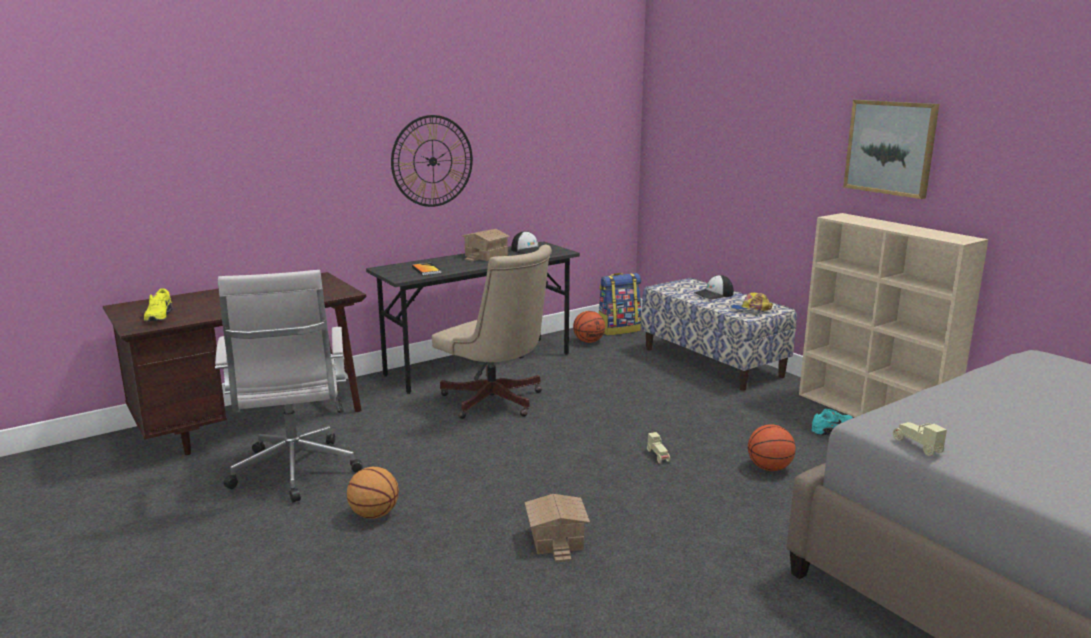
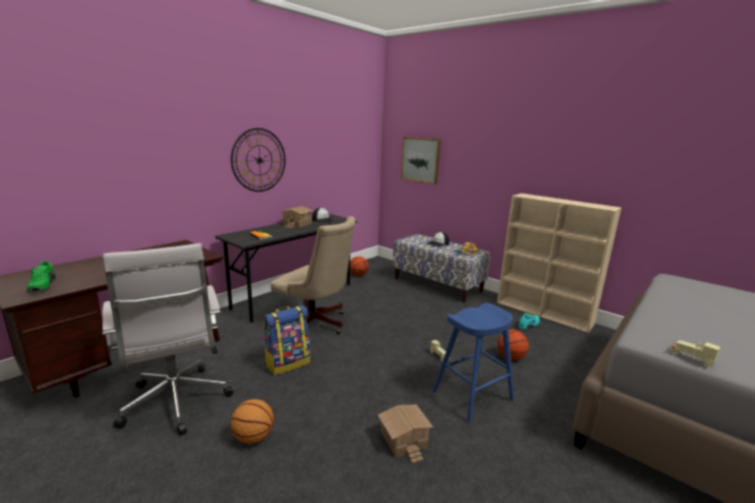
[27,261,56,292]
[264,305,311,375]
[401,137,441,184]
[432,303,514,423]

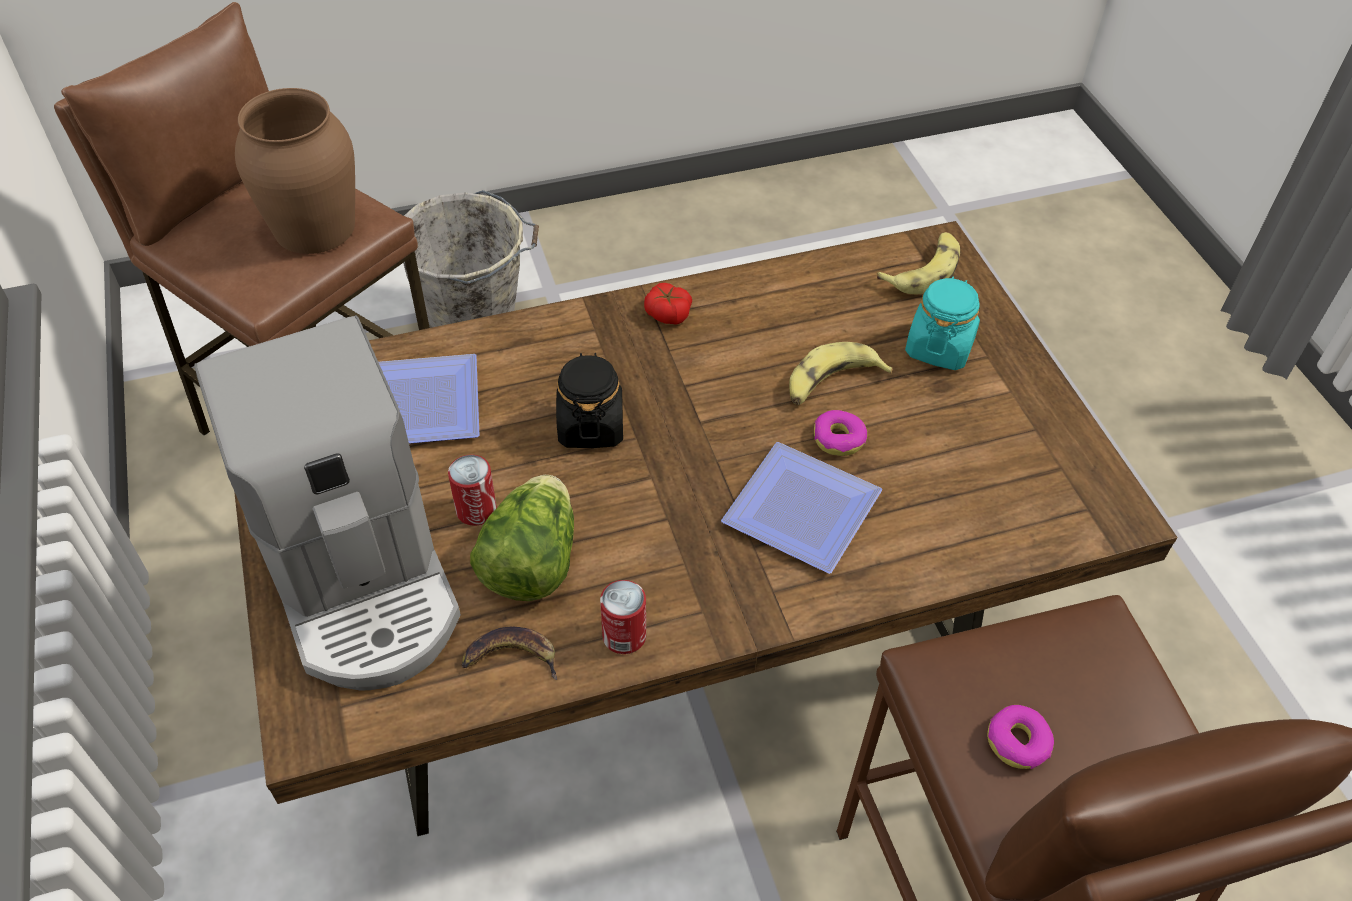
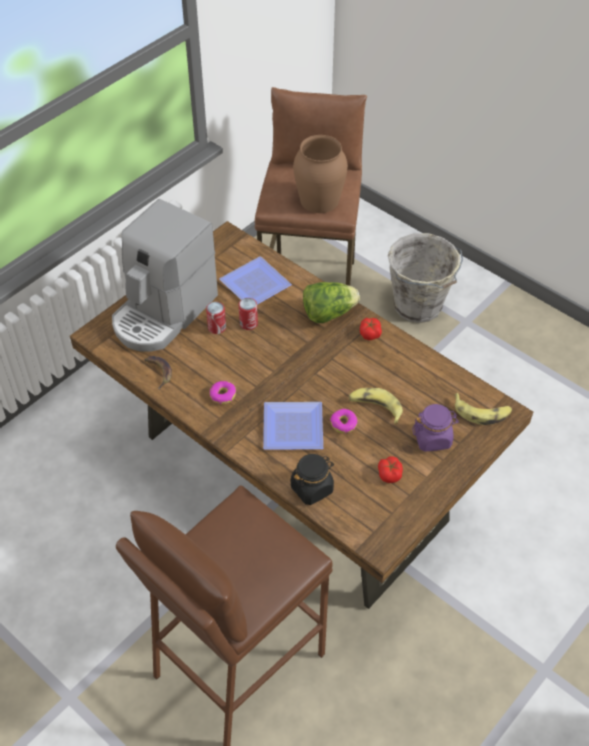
[303,282,360,323]
[291,454,334,505]
[239,298,258,330]
[412,404,459,452]
[210,381,236,404]
[378,457,403,483]

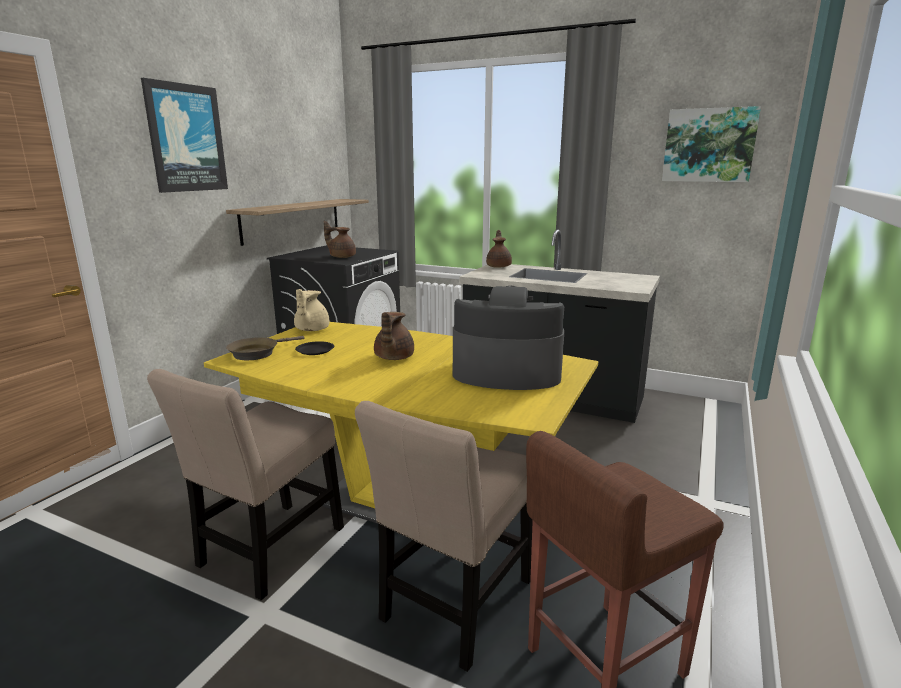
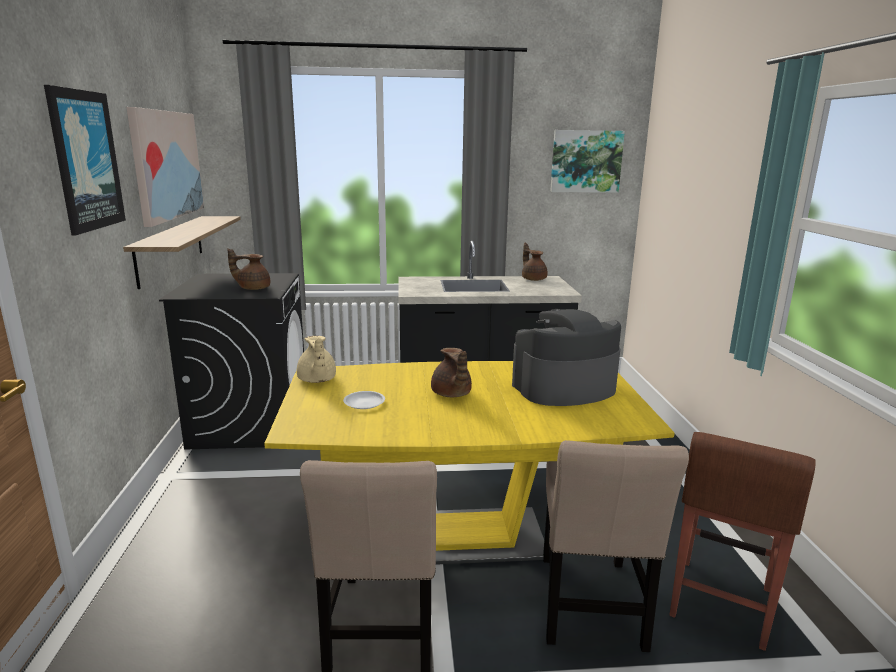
[226,336,304,360] (first image)
[343,391,385,409]
[522,243,548,281]
[126,107,204,227]

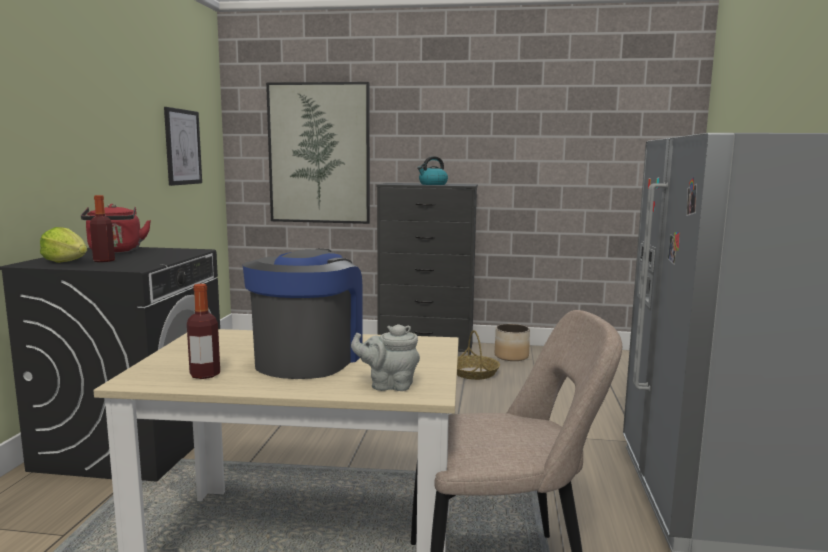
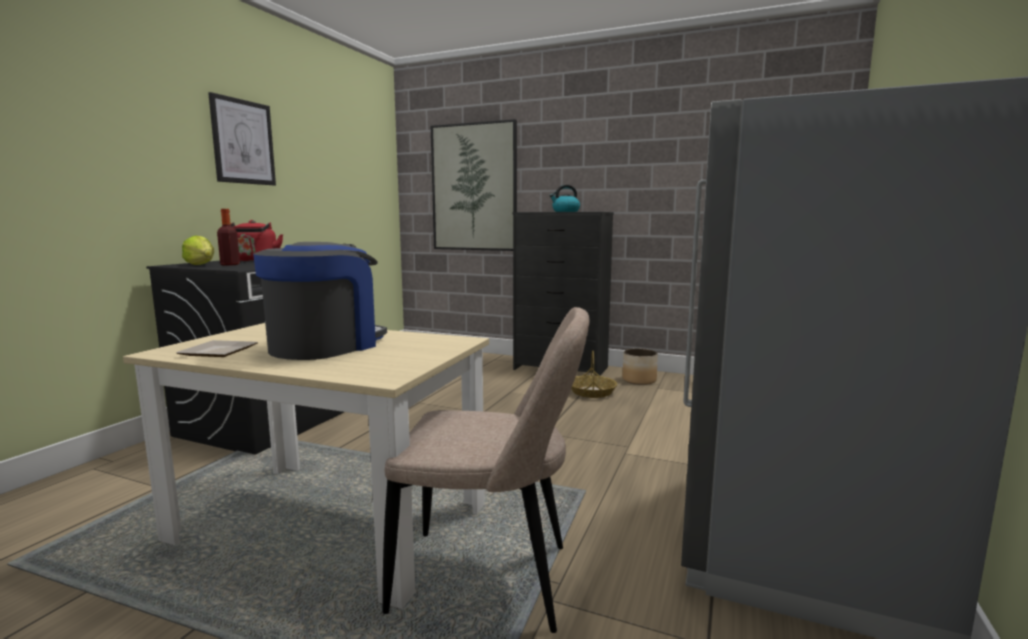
[208,92,276,185]
[176,340,258,357]
[351,324,420,391] (first image)

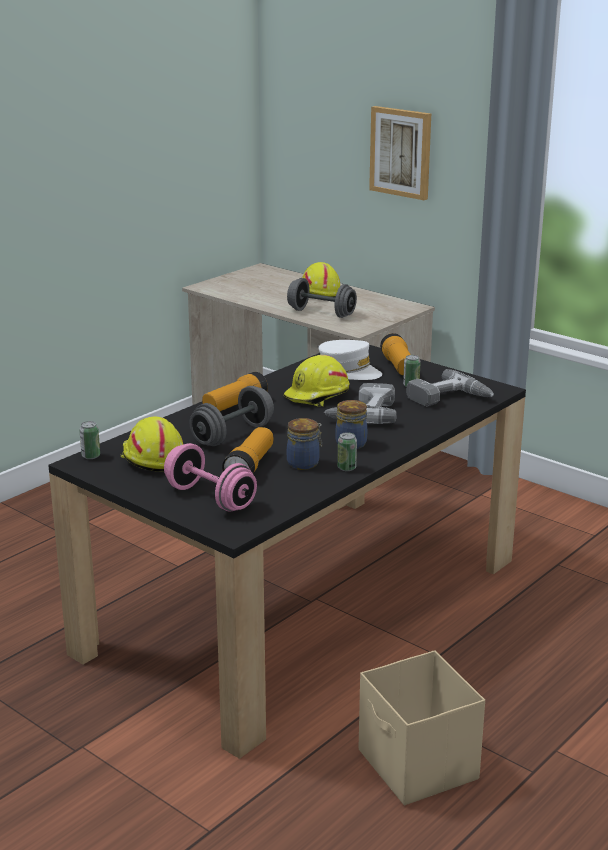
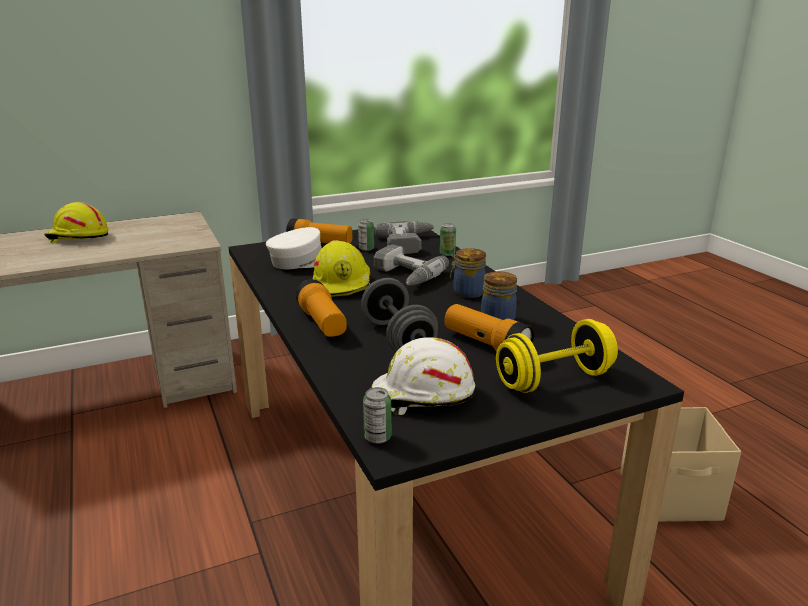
[370,337,475,415]
[496,319,618,393]
[287,278,357,318] (first image)
[440,223,456,256]
[369,106,431,200] (first image)

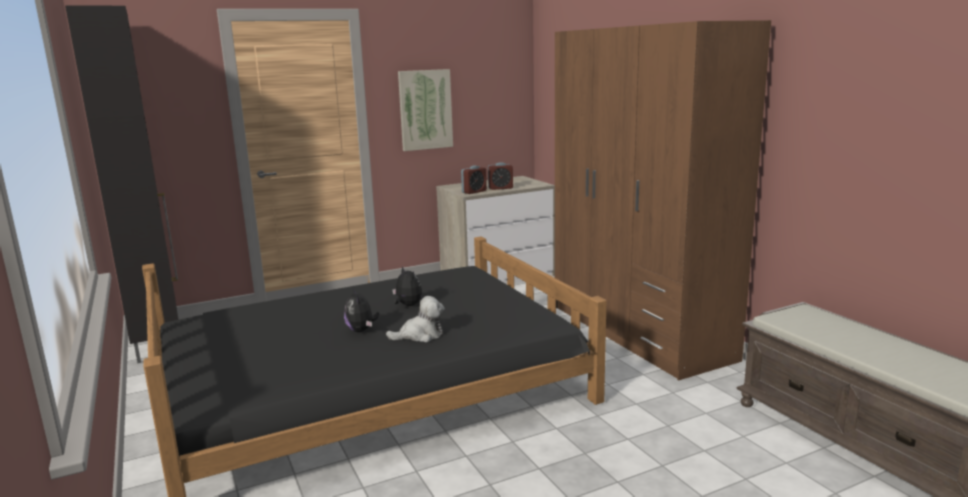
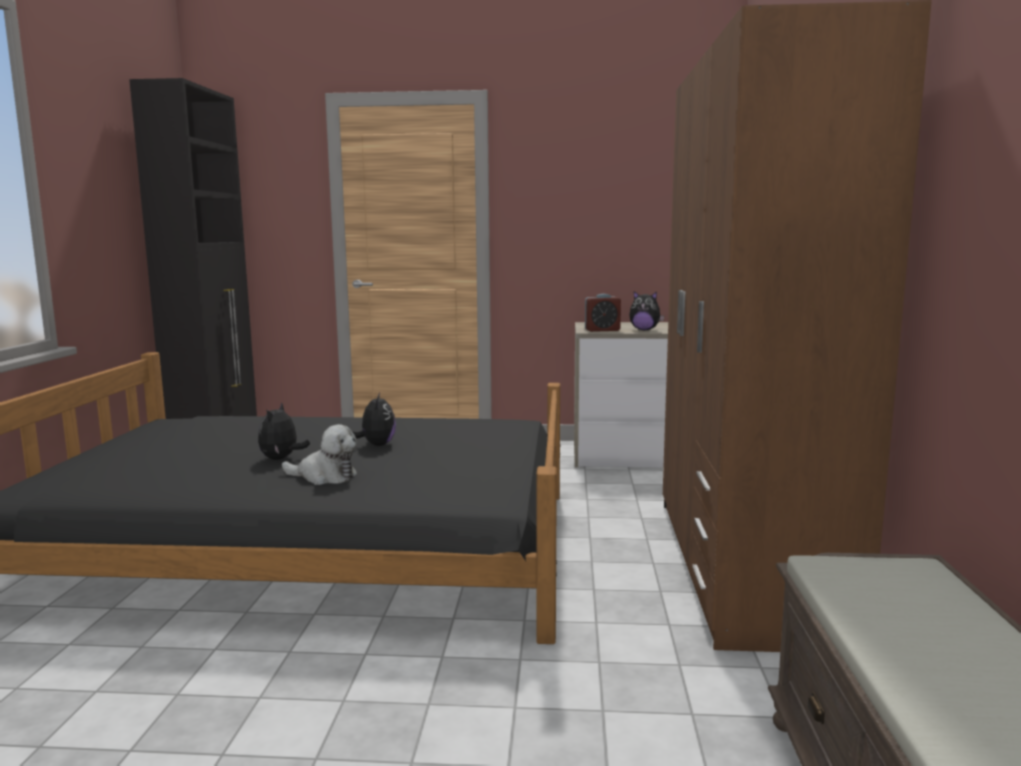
[398,69,453,151] (first image)
[629,291,664,331]

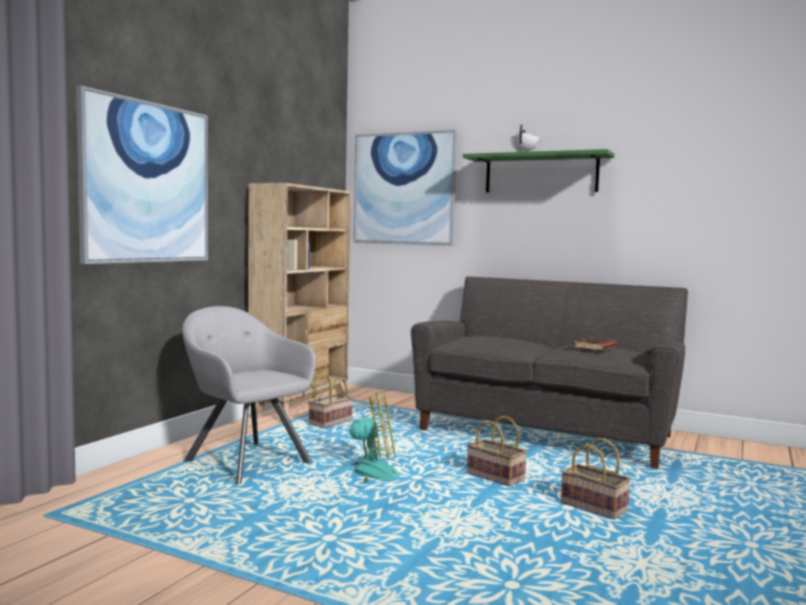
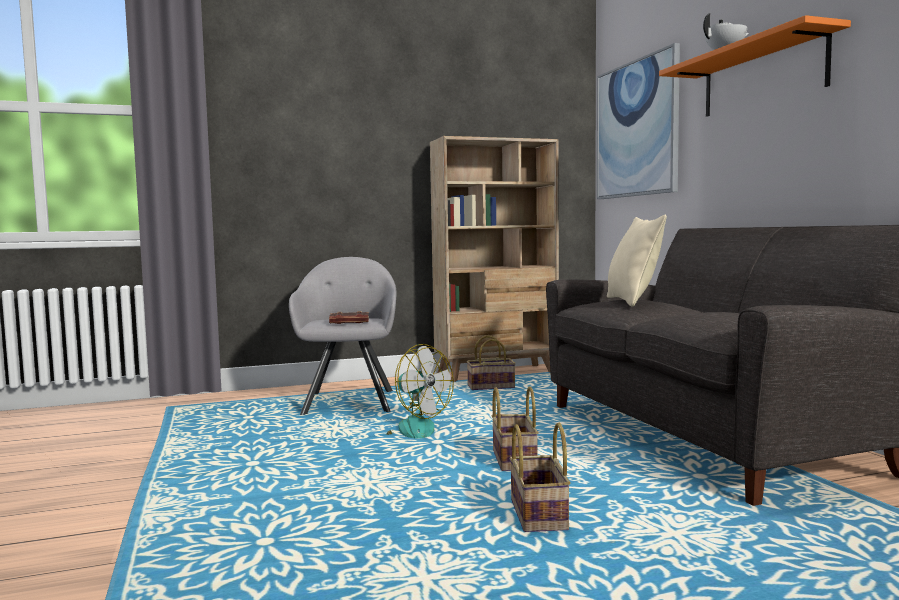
[76,86,208,264] (first image)
[659,15,851,117]
[329,311,369,324]
[607,215,667,307]

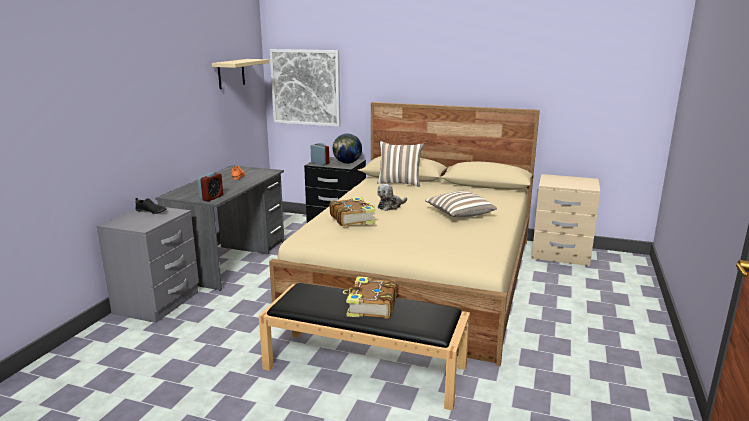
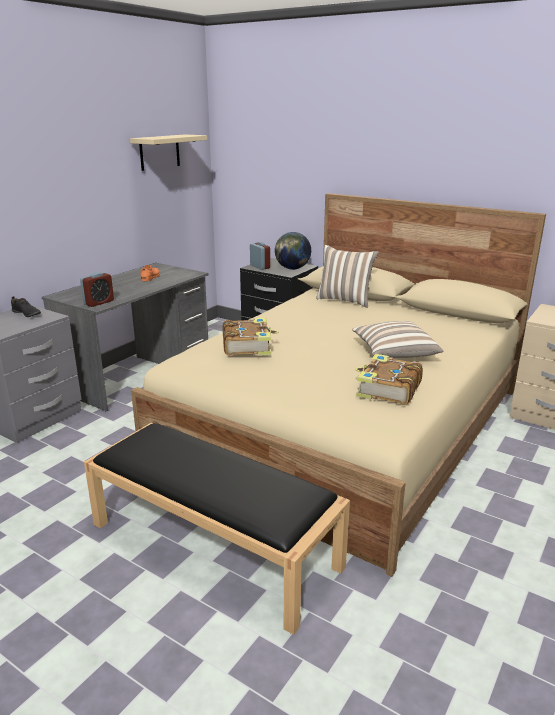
[269,49,341,127] (first image)
[355,354,423,405]
[377,184,407,211] (first image)

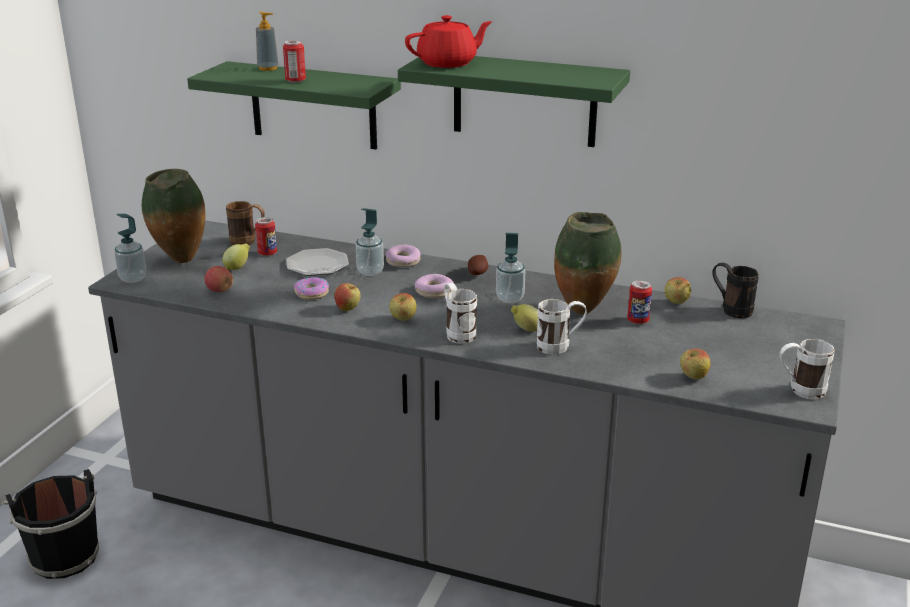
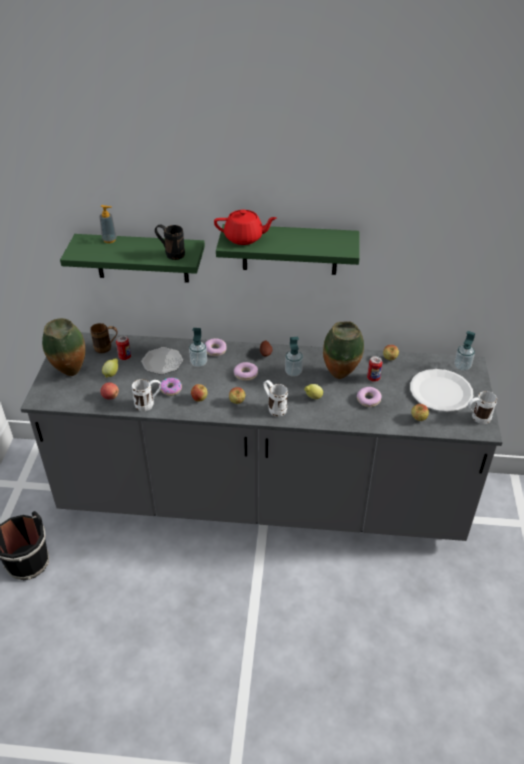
[454,331,475,371]
[283,40,306,83] (first image)
[214,210,277,245]
[132,379,161,412]
[155,224,185,260]
[357,387,382,407]
[410,369,473,412]

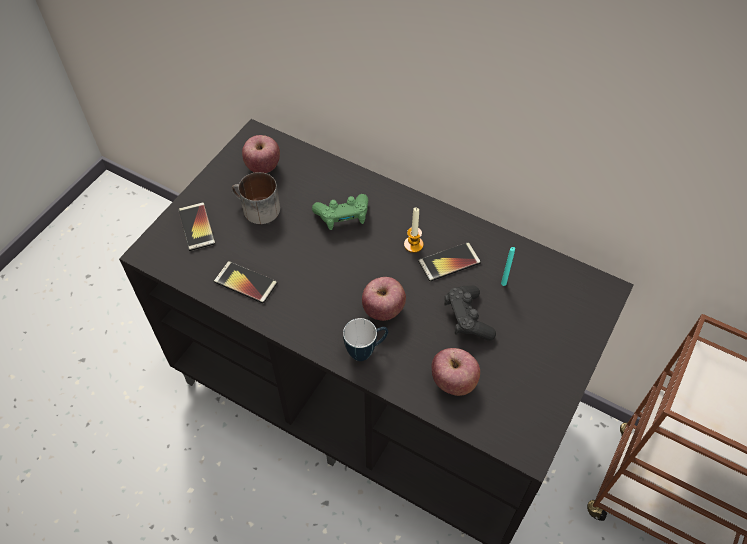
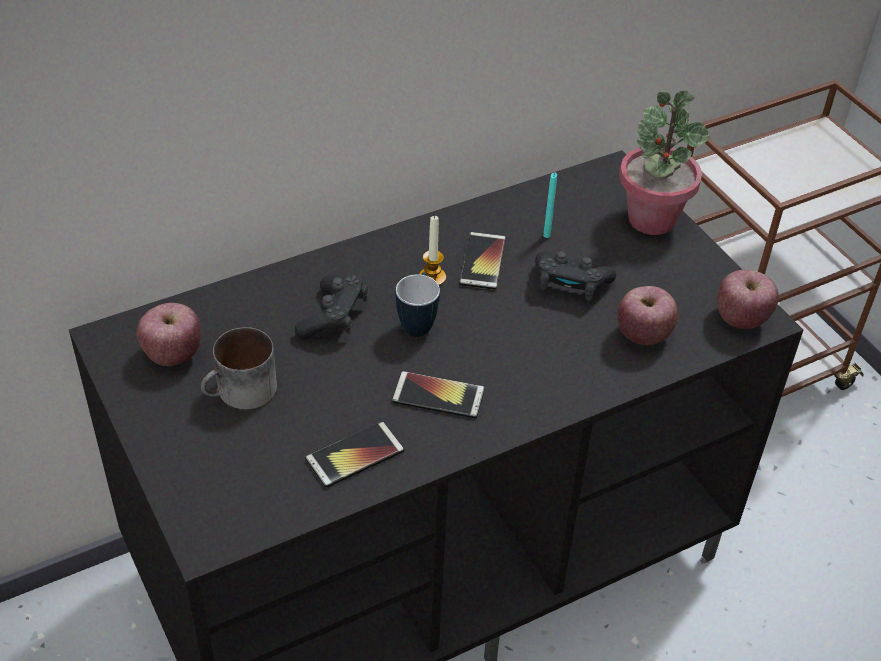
[392,371,485,418]
[295,274,368,339]
[396,272,440,337]
[717,270,779,329]
[619,91,710,235]

